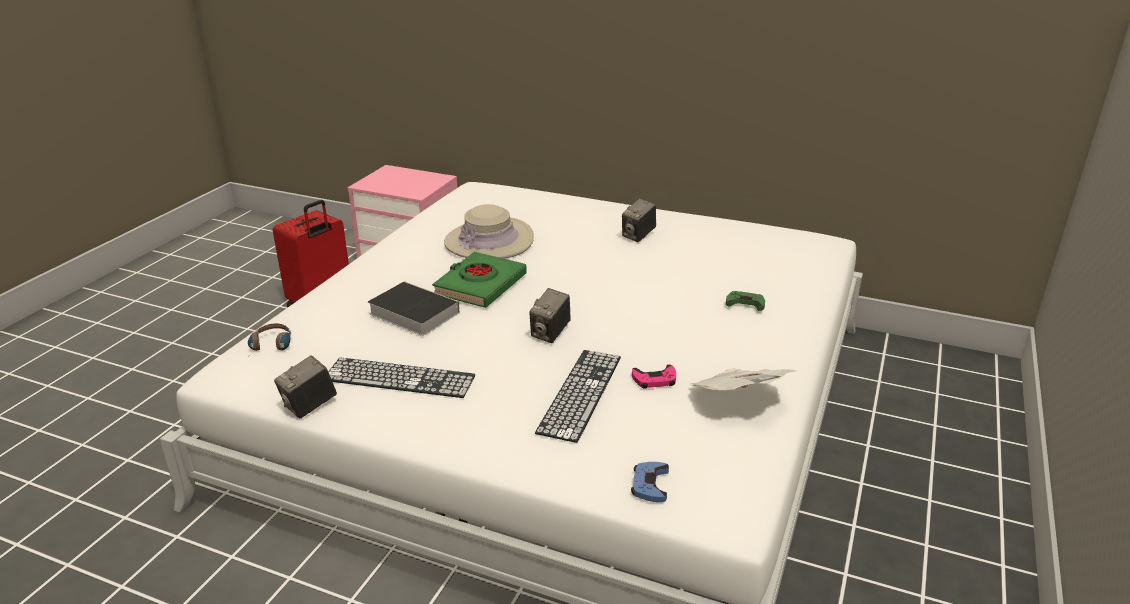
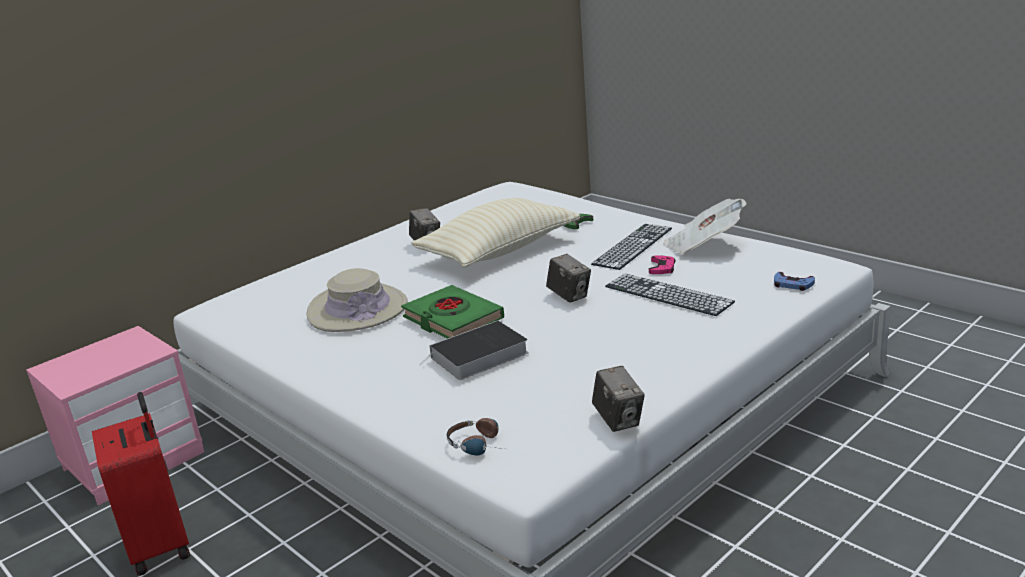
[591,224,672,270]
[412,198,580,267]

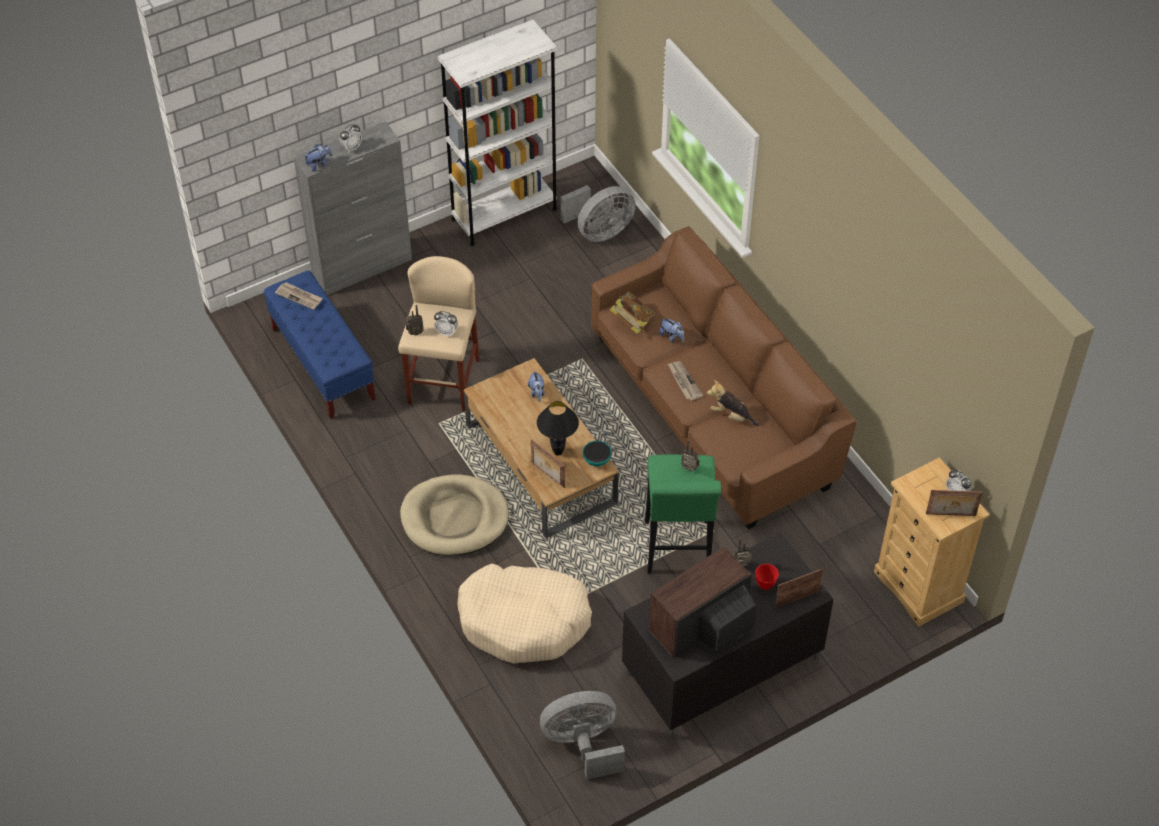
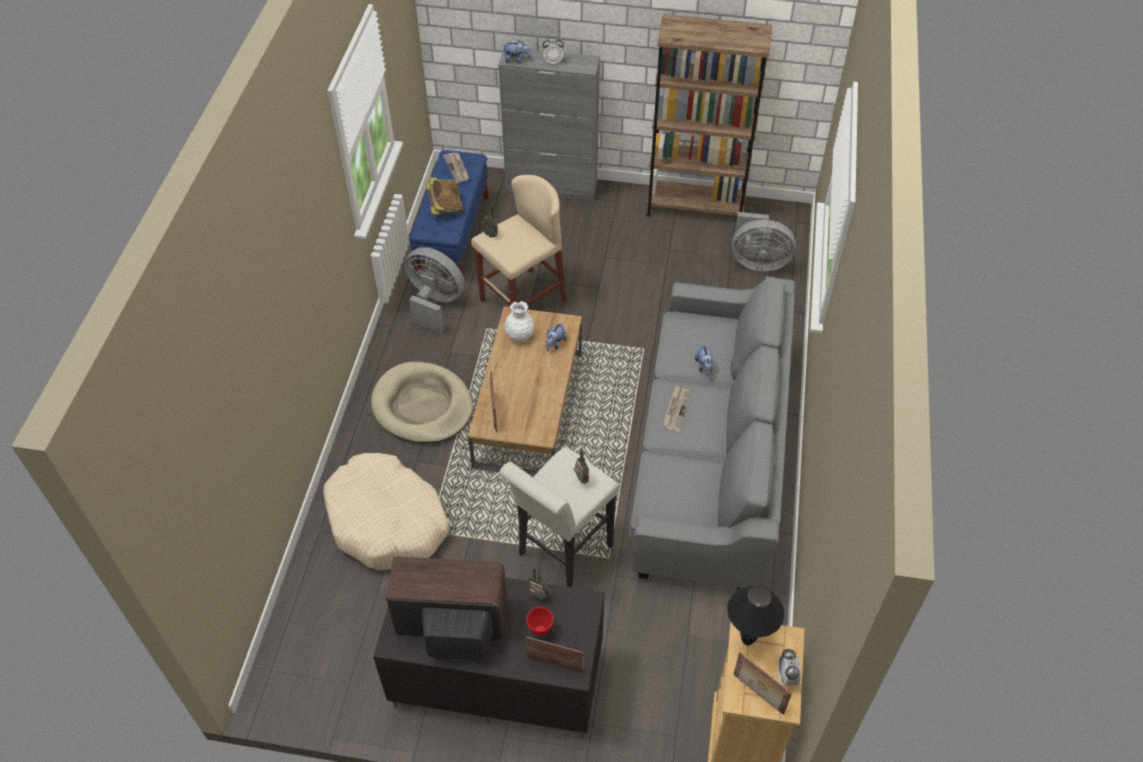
[434,311,458,336] (first image)
[646,14,772,217]
[727,585,785,645]
[405,247,465,333]
[583,441,611,467] (first image)
[629,276,795,590]
[426,178,463,215]
[499,447,619,588]
[707,380,760,426] (first image)
[504,301,535,341]

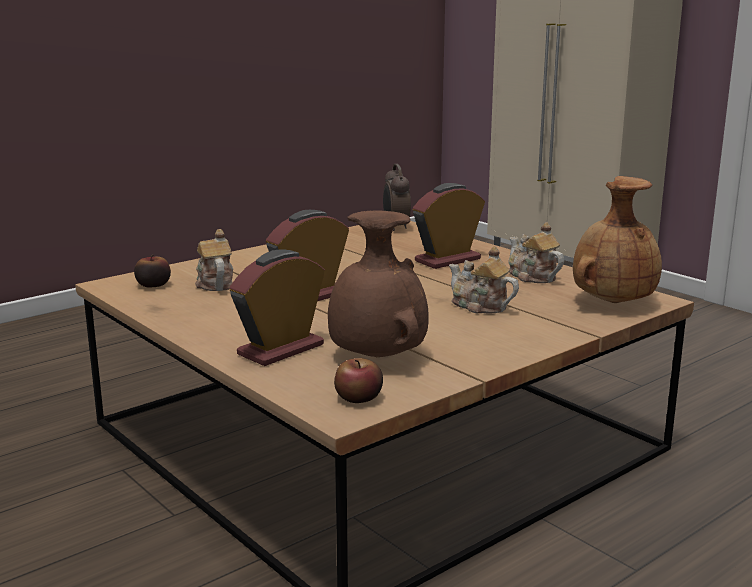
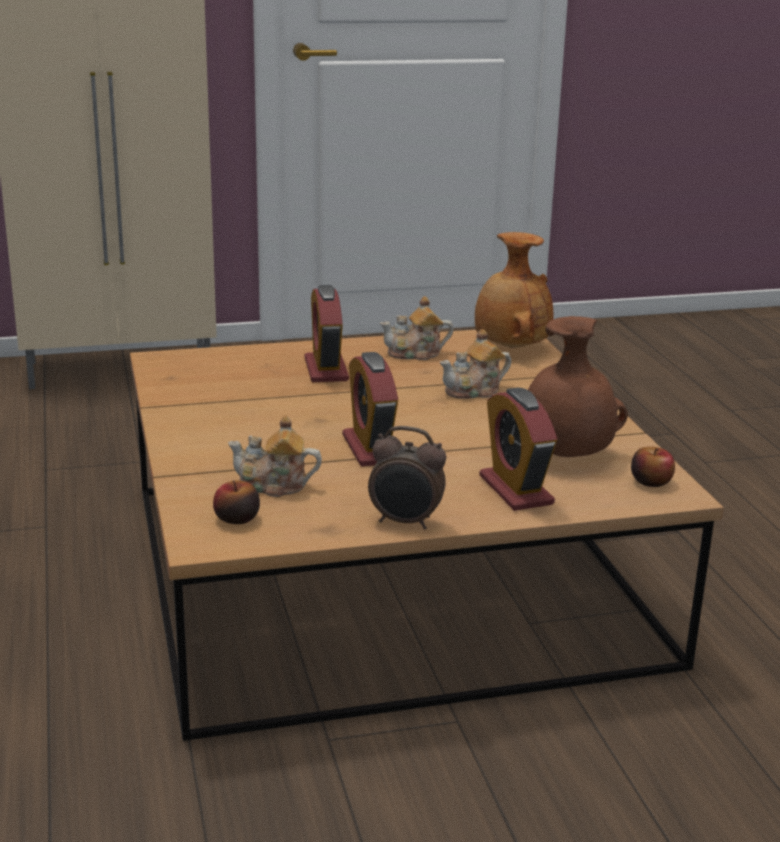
[368,426,446,530]

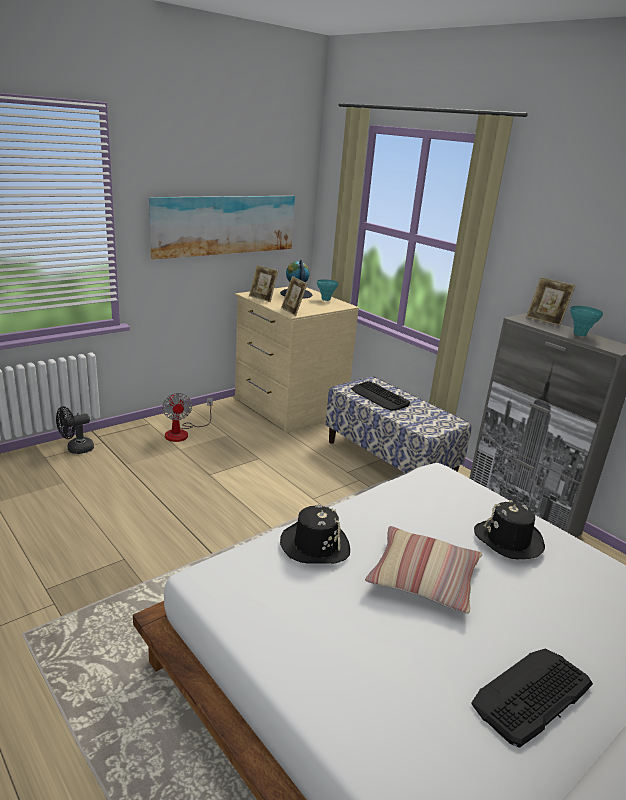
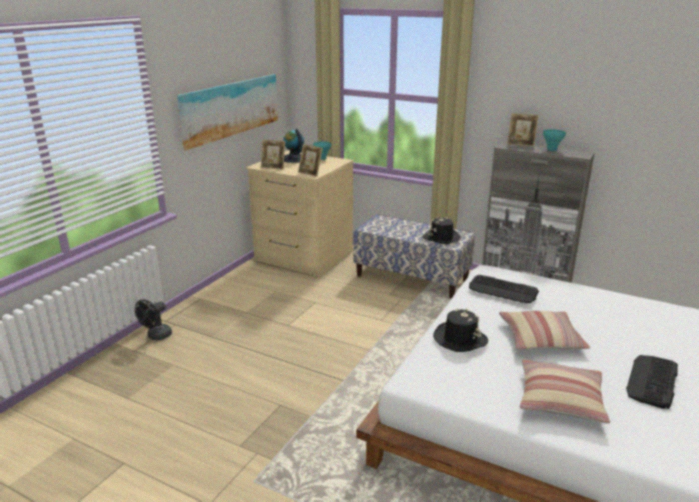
[162,393,213,442] (first image)
[469,275,539,303]
[423,217,461,244]
[520,359,610,424]

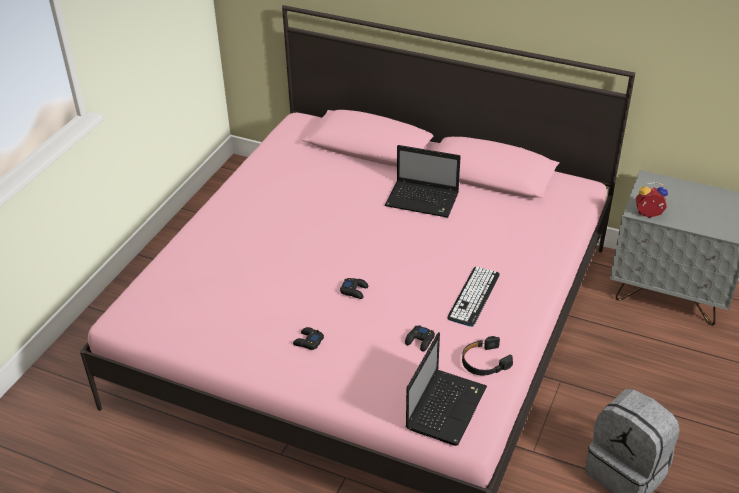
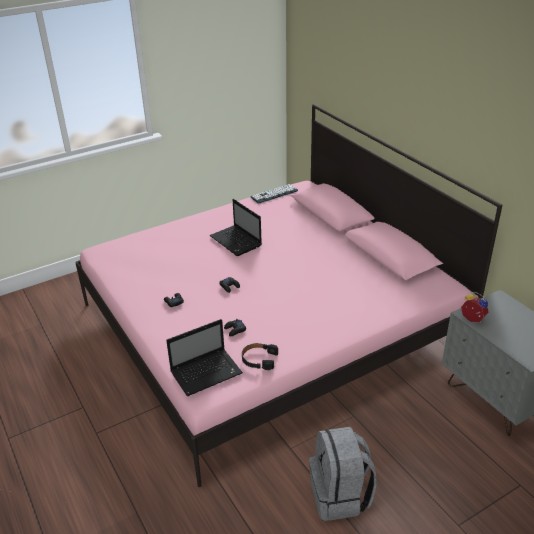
[210,199,262,256]
[251,184,298,204]

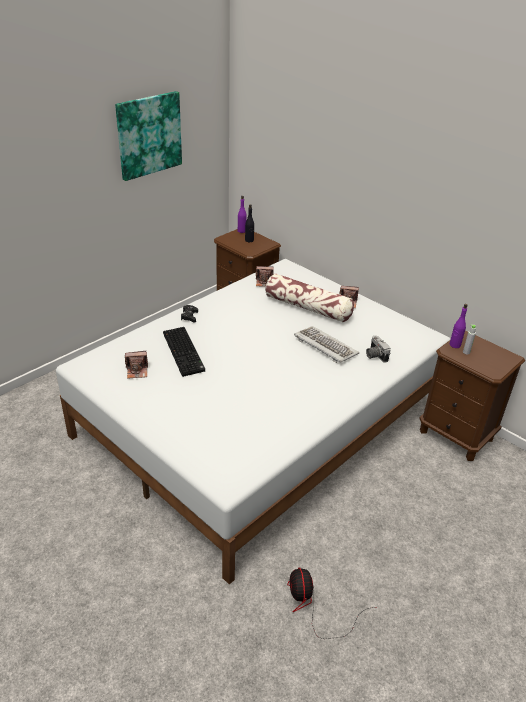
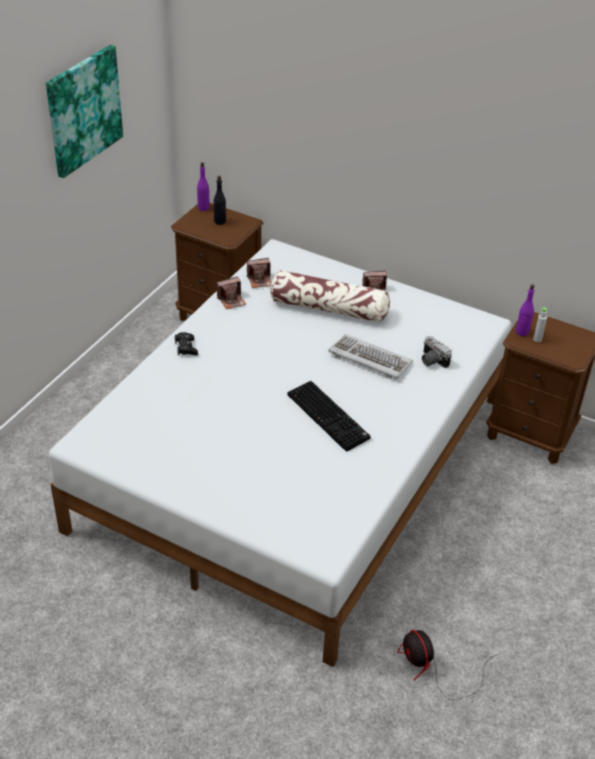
[216,277,246,309]
[288,381,371,452]

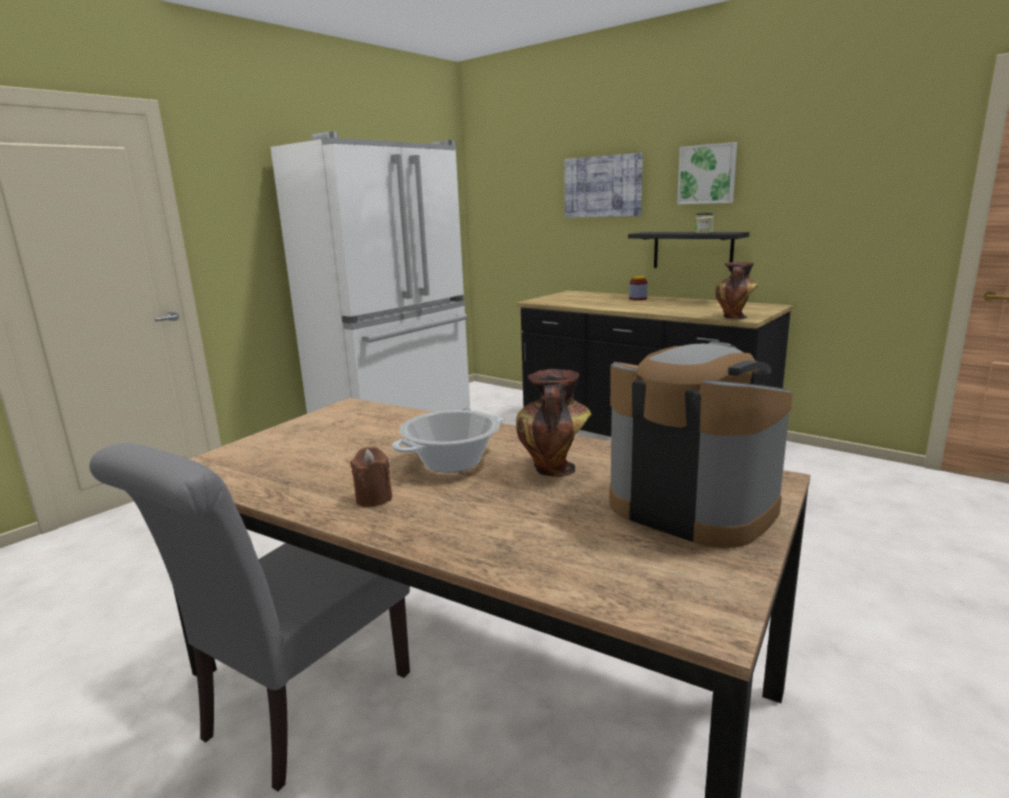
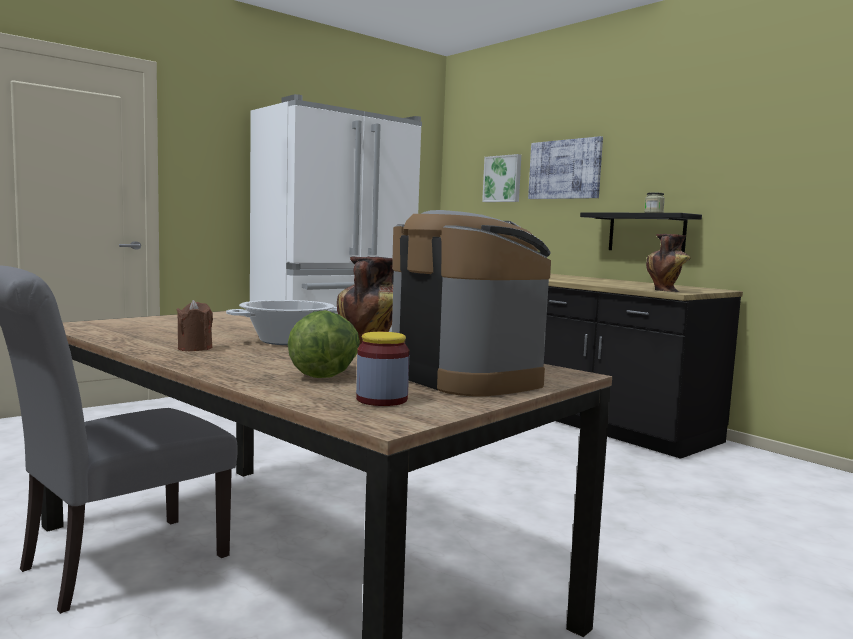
[356,332,409,406]
[482,154,521,202]
[288,310,360,378]

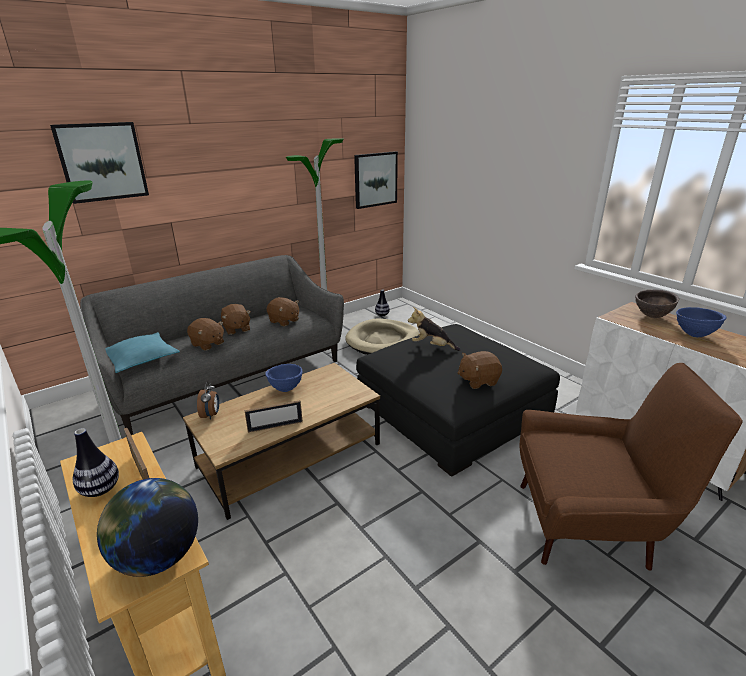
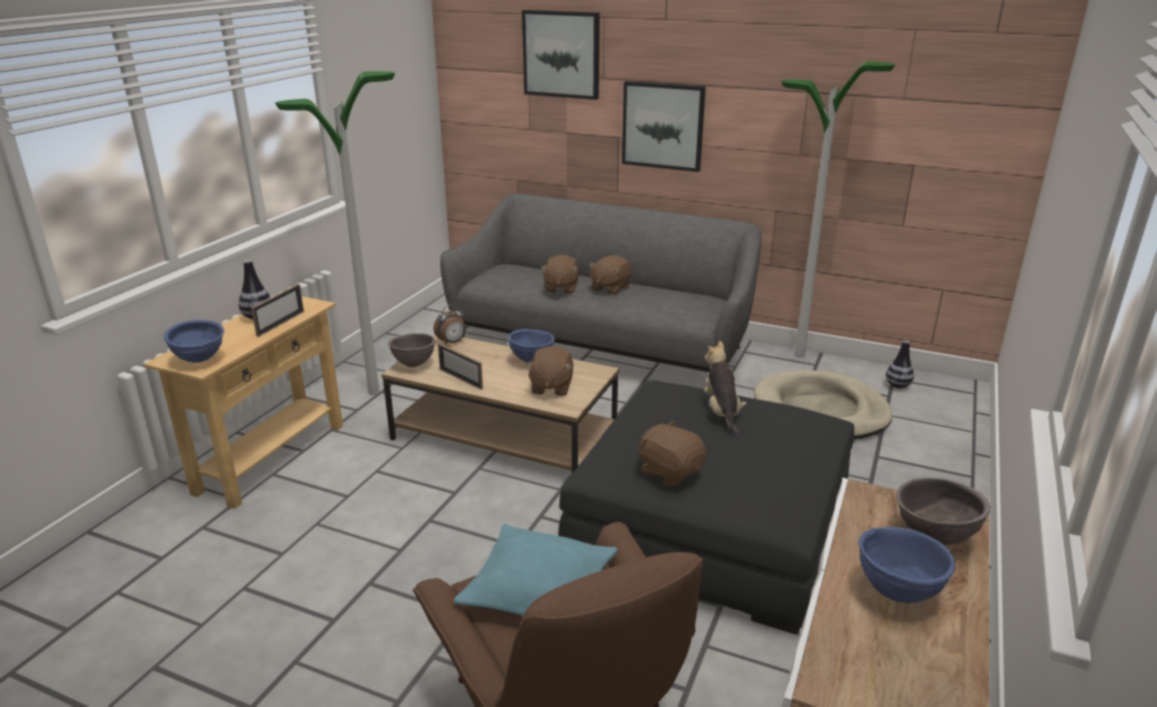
[164,320,224,363]
[454,524,618,615]
[526,346,573,396]
[622,81,706,172]
[388,333,435,367]

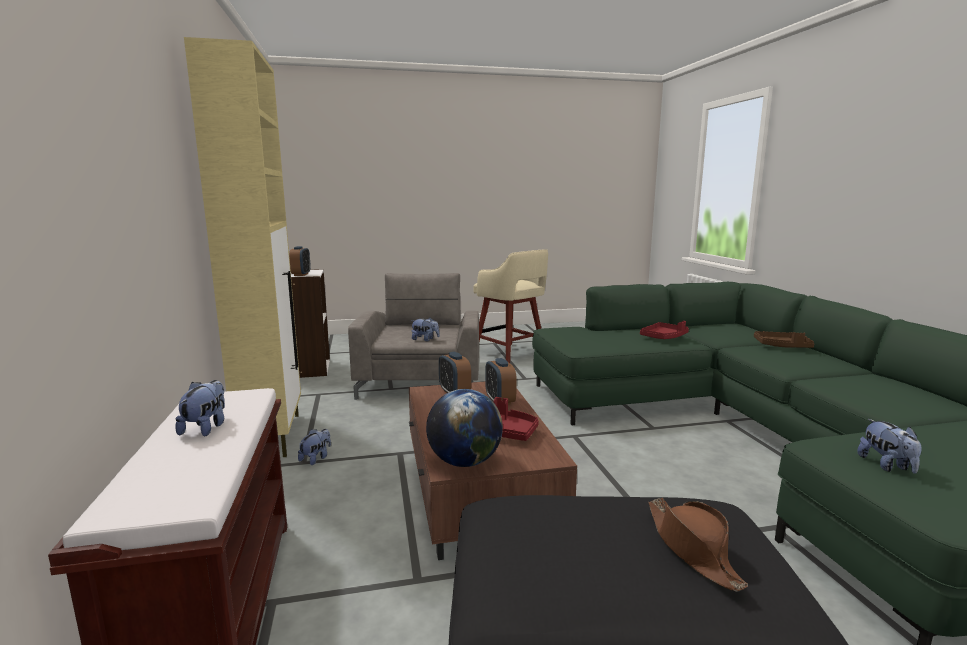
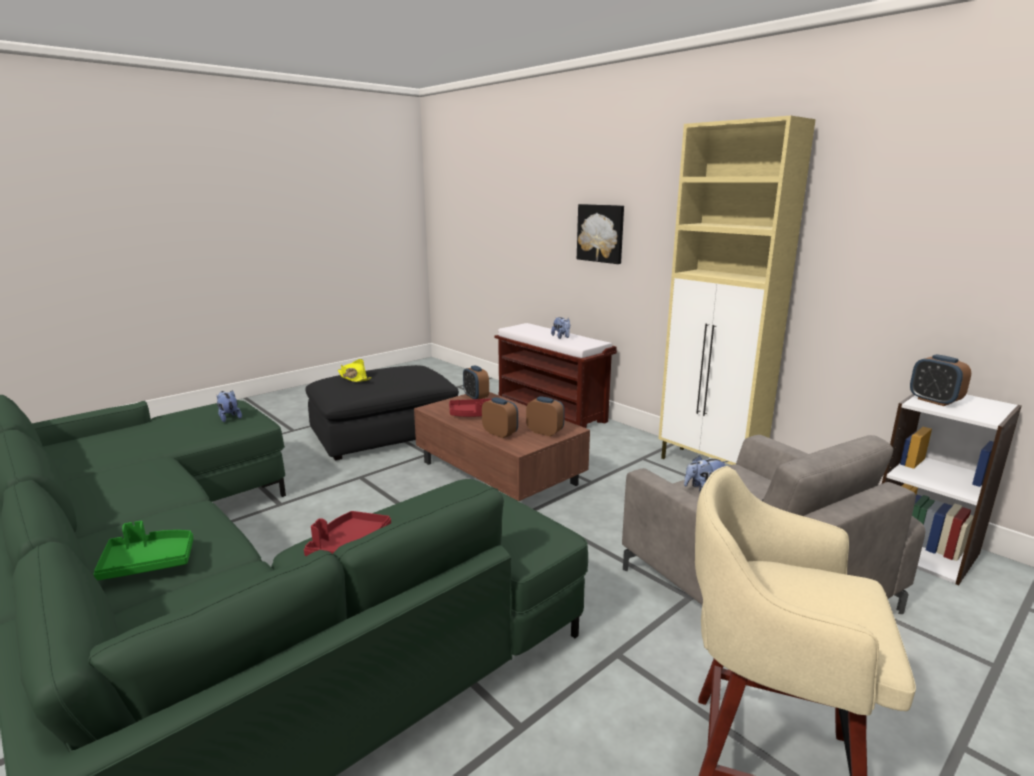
[298,429,331,465] (first image)
[463,366,489,399]
[338,359,371,382]
[93,521,193,581]
[577,204,624,264]

